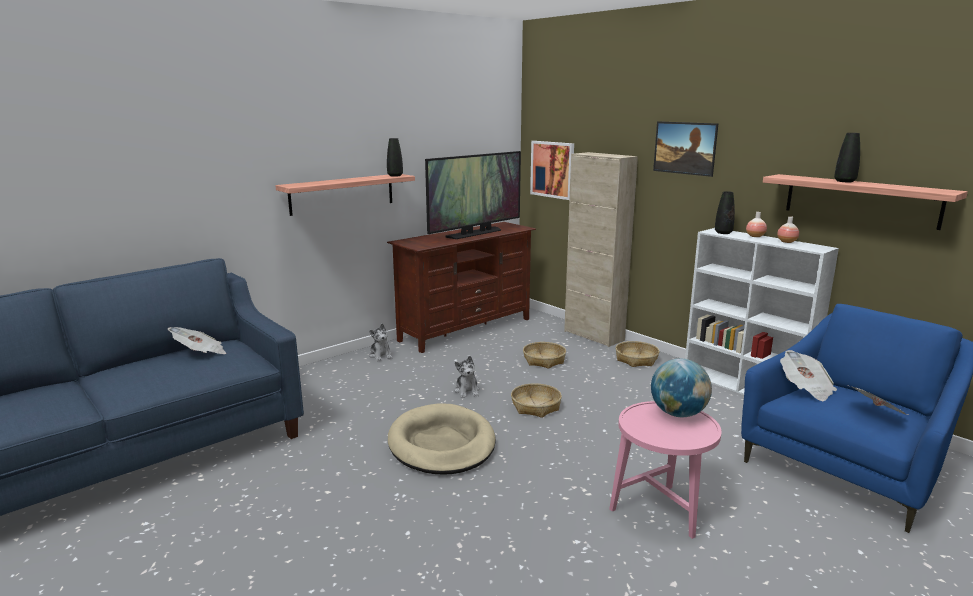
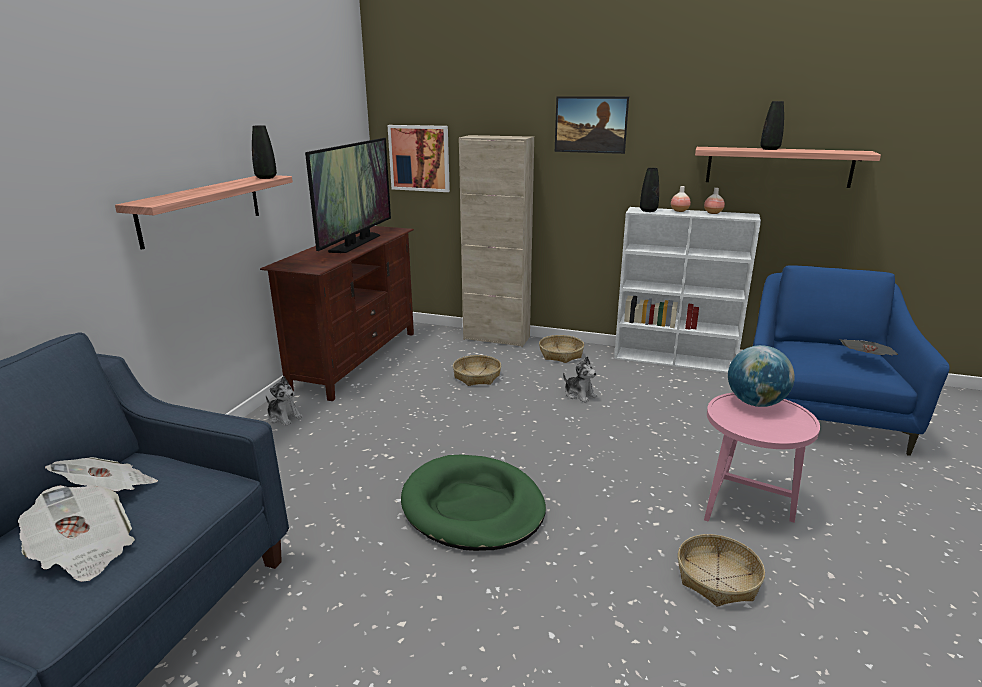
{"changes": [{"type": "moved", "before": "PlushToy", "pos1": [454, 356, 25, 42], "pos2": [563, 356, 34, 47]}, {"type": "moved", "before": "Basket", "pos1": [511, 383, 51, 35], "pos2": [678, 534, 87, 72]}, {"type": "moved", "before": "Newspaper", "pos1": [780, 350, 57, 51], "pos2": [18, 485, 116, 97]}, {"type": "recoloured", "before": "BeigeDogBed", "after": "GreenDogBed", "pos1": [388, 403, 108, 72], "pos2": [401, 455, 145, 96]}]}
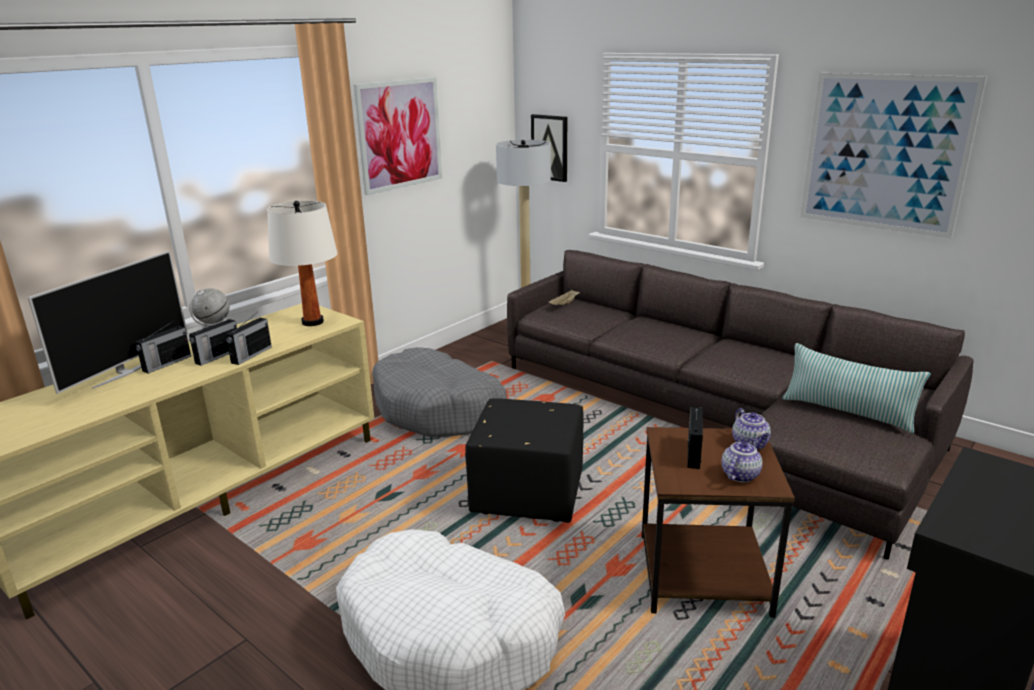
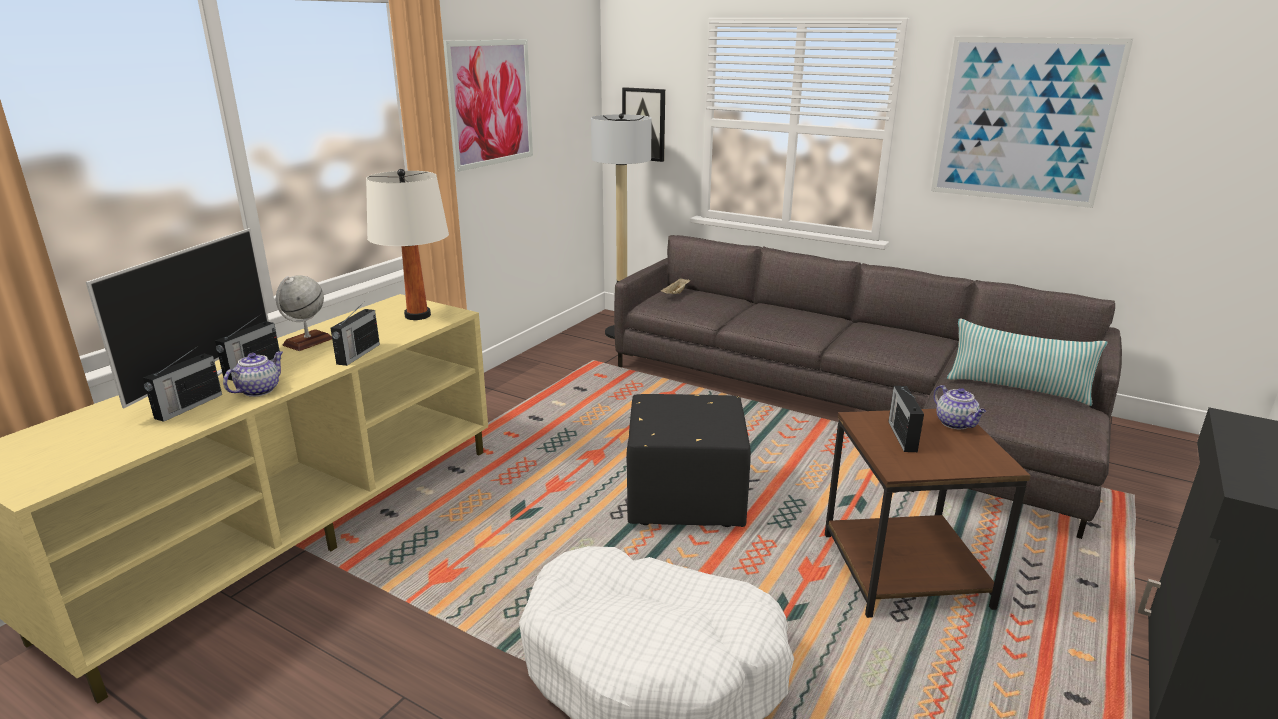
{"changes": [{"type": "removed", "before": "GreyDogBed", "pos1": [372, 347, 135, 90]}, {"type": "moved", "before": "Radio", "pos1": [189, 314, 48, 52], "pos2": [143, 346, 79, 76]}, {"type": "moved", "before": "Teapot", "pos1": [721, 437, 42, 46], "pos2": [223, 351, 60, 46]}]}
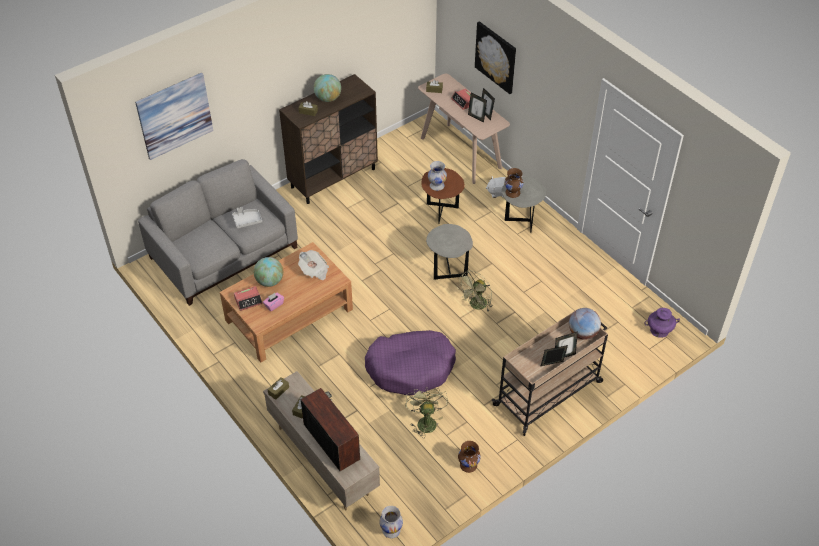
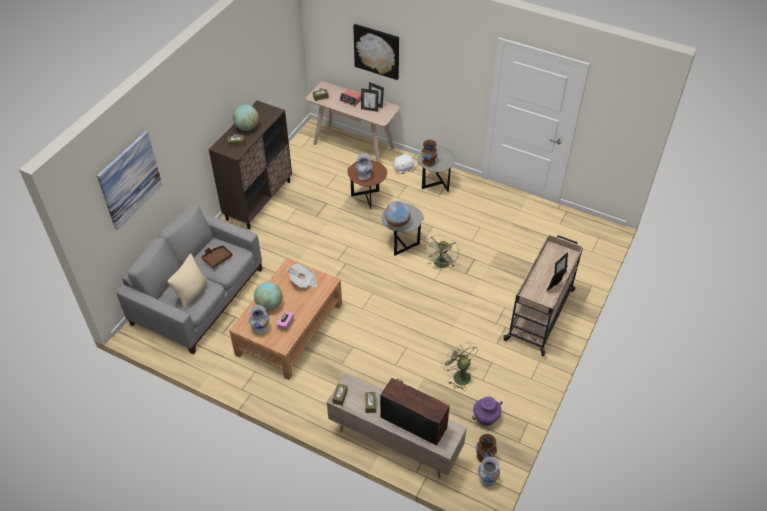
{"changes": [{"type": "removed", "before": "PurpleDogBed", "pos1": [365, 330, 91, 65]}, {"type": "added", "after": "BeigePillow", "pos2": [167, 254, 41, 55]}, {"type": "moved", "before": "BrownVase", "pos1": [458, 441, 23, 32], "pos2": [476, 434, 21, 29]}, {"type": "moved", "before": "Globe", "pos1": [569, 308, 32, 32], "pos2": [385, 201, 26, 26]}, {"type": "moved", "before": "PurpleVase", "pos1": [644, 308, 36, 30], "pos2": [473, 397, 30, 29]}, {"type": "replaced", "before": "AlarmClock", "after": "WhiteVase", "pos1": [234, 286, 29, 25], "pos2": [249, 305, 20, 30]}, {"type": "recoloured", "before": "GreyTray", "after": "BrownTray", "pos1": [232, 207, 30, 21], "pos2": [201, 246, 32, 22]}]}
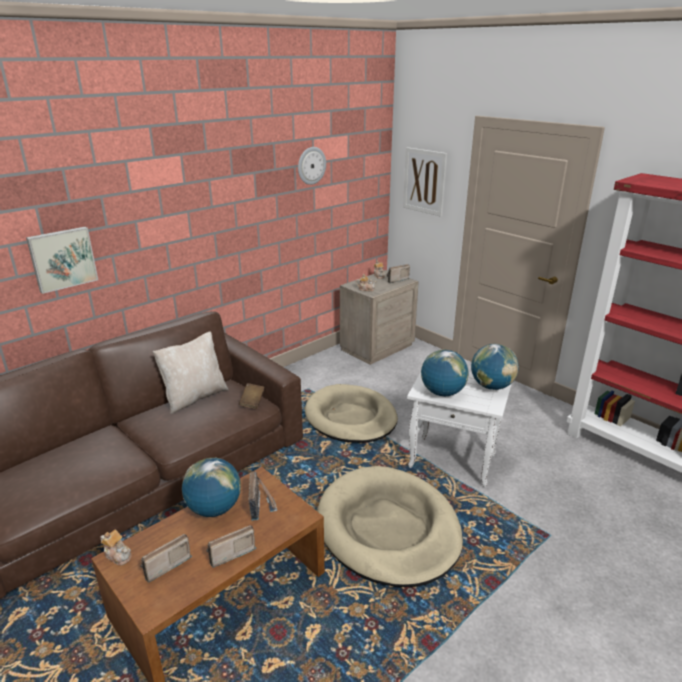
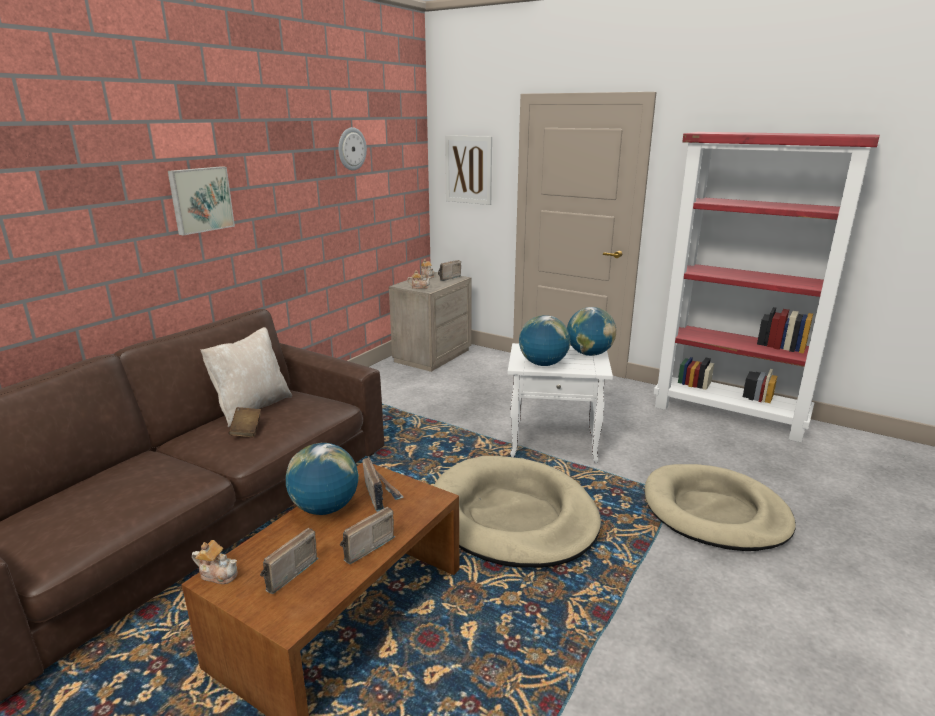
{"changes": [{"type": "moved", "before": "Picture", "pos1": [26, 227, 72, 67], "pos2": [168, 166, 67, 69]}, {"type": "moved", "before": "BrownBook", "pos1": [239, 383, 25, 26], "pos2": [229, 407, 32, 30]}, {"type": "moved", "before": "BeigeDogBed", "pos1": [305, 384, 93, 59], "pos2": [645, 464, 151, 87]}]}
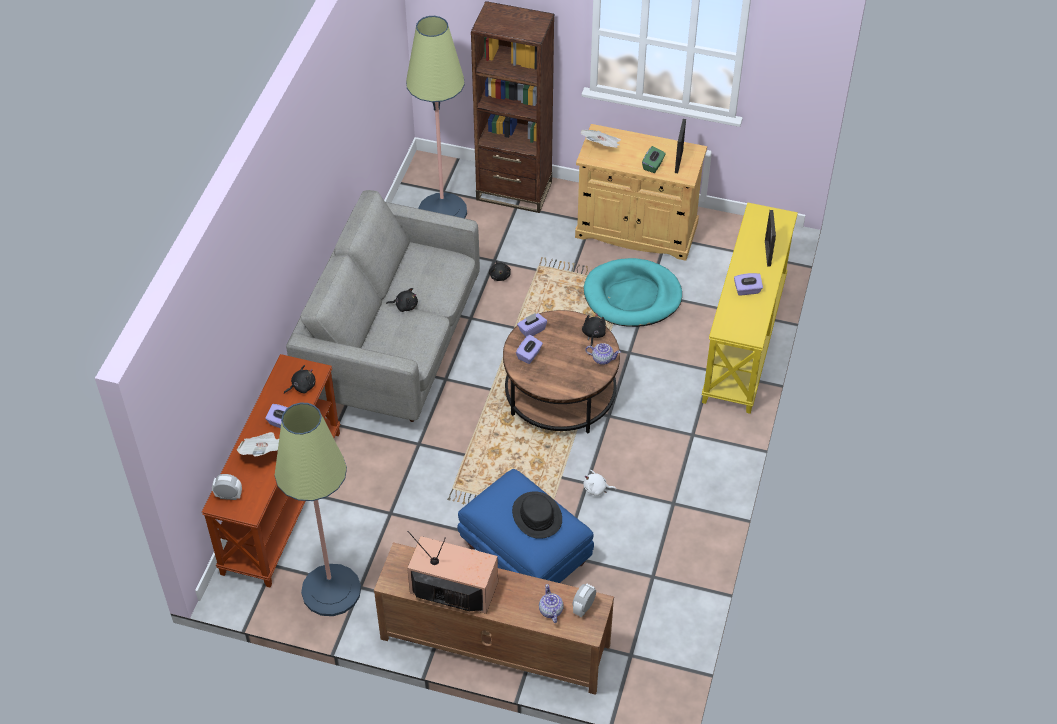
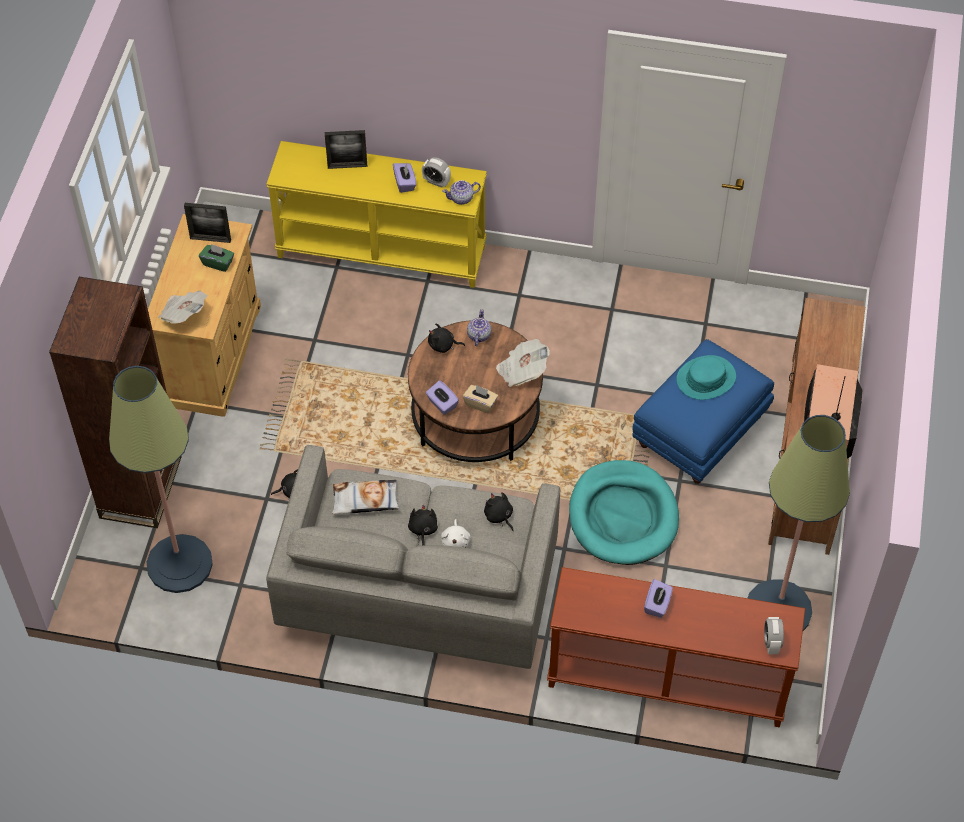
{"changes": [{"type": "added", "after": "Pillow", "pos2": [332, 480, 67, 34]}, {"type": "moved", "before": "Newspaper", "pos1": [237, 432, 42, 24], "pos2": [496, 339, 54, 48]}, {"type": "moved", "before": "BlackPlushToy", "pos1": [284, 365, 32, 29], "pos2": [484, 492, 29, 39]}, {"type": "moved", "before": "Teapot", "pos1": [539, 584, 24, 39], "pos2": [442, 180, 39, 25]}, {"type": "moved", "before": "AlarmClock", "pos1": [572, 584, 24, 33], "pos2": [422, 157, 29, 31]}, {"type": "moved", "before": "TurquoiseDogBed", "pos1": [584, 258, 98, 69], "pos2": [569, 460, 110, 105]}, {"type": "moved", "before": "WhitePlushToy", "pos1": [584, 470, 32, 26], "pos2": [441, 519, 29, 29]}, {"type": "recoloured", "before": "BlackHat", "after": "TurquoiseHat", "pos1": [512, 491, 50, 48], "pos2": [677, 355, 59, 45]}, {"type": "recoloured", "before": "PurpleTissueBox", "after": "BeigeTissueBox", "pos1": [516, 335, 27, 29], "pos2": [463, 385, 35, 28]}]}
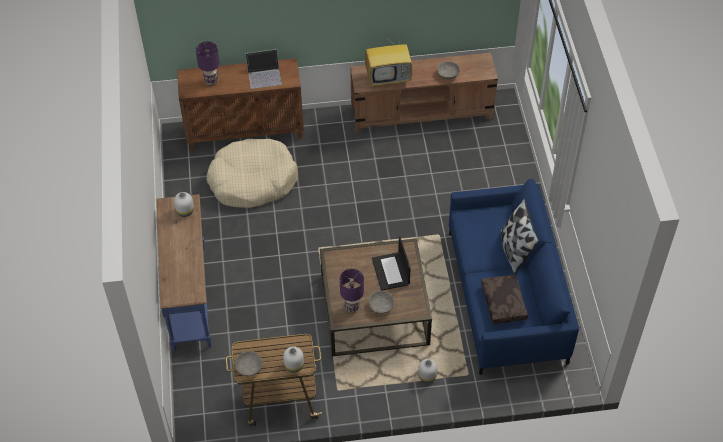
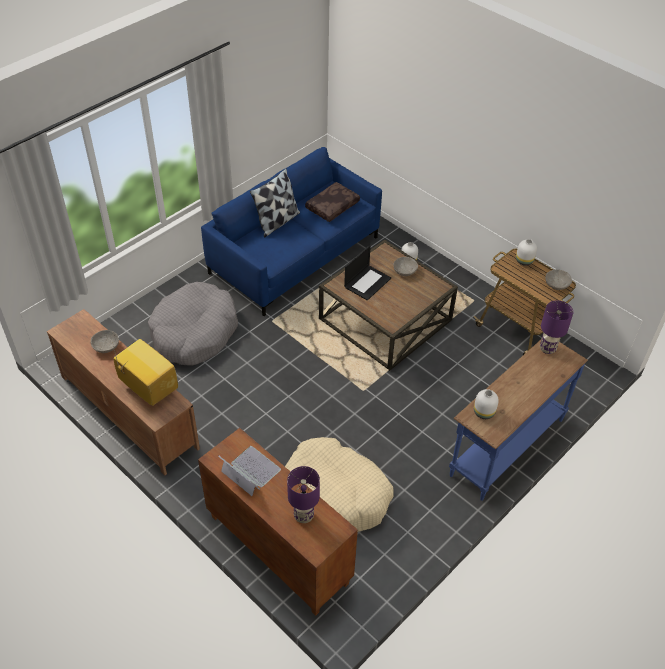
{"changes": [{"type": "added", "after": "GreyDogBed", "pos2": [148, 282, 90, 84]}, {"type": "moved", "before": "PurpleTableLamp", "pos1": [340, 269, 24, 43], "pos2": [540, 301, 33, 53]}]}
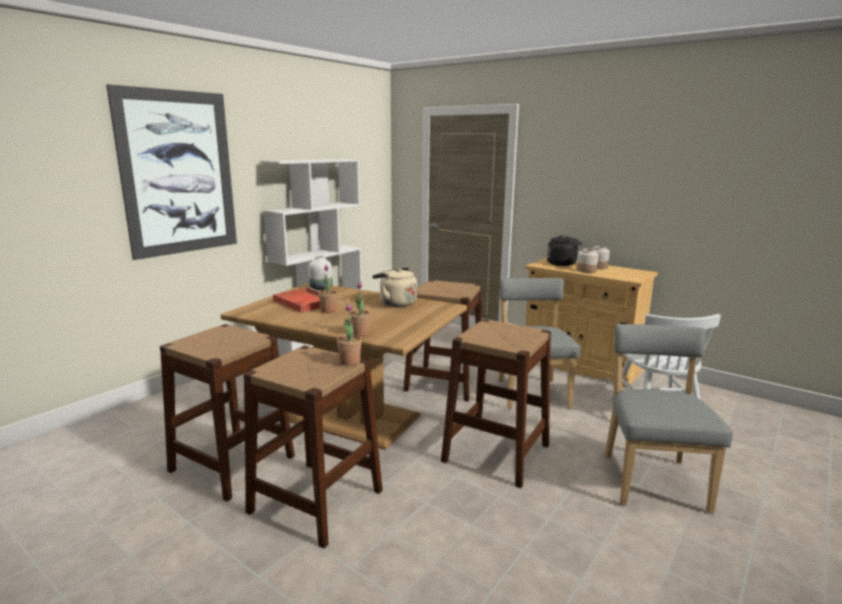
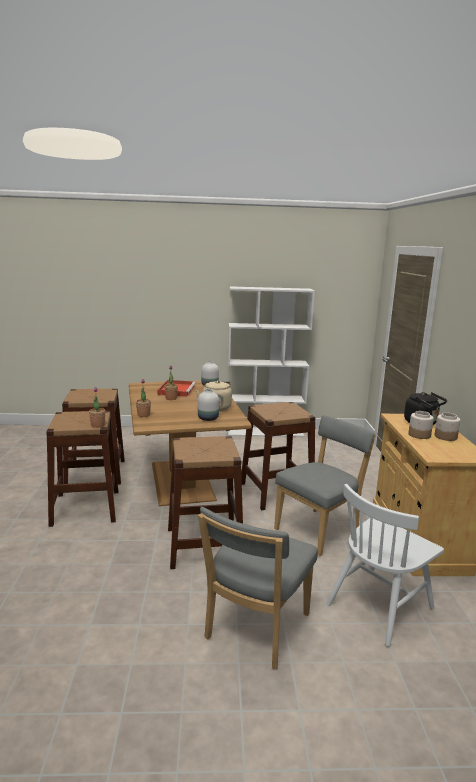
{"changes": [{"type": "removed", "before": "Picture", "pos1": [106, 84, 131, 176]}, {"type": "added", "after": "WhiteVase", "pos2": [198, 389, 21, 32]}, {"type": "turned", "before": "GreyChair", "pos1": [605, 324, 128, 189], "pos2": [198, 507, 120, 162], "turn": 150}]}
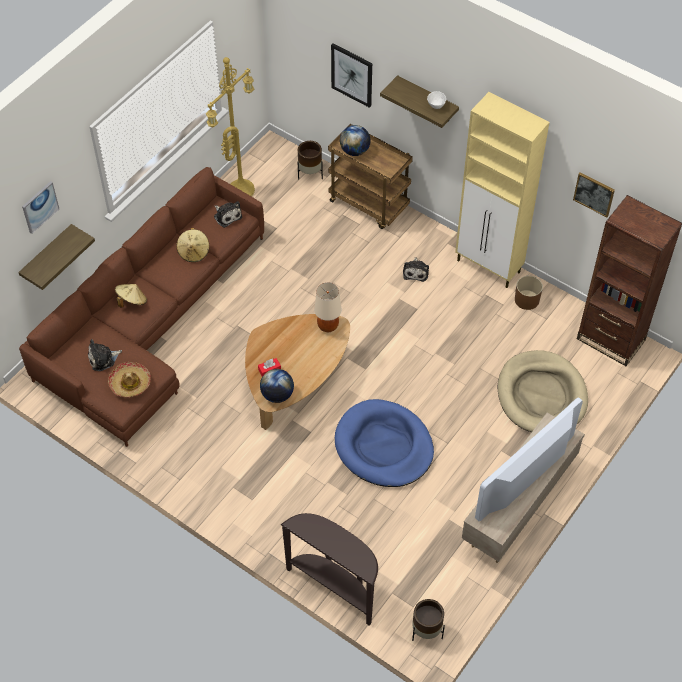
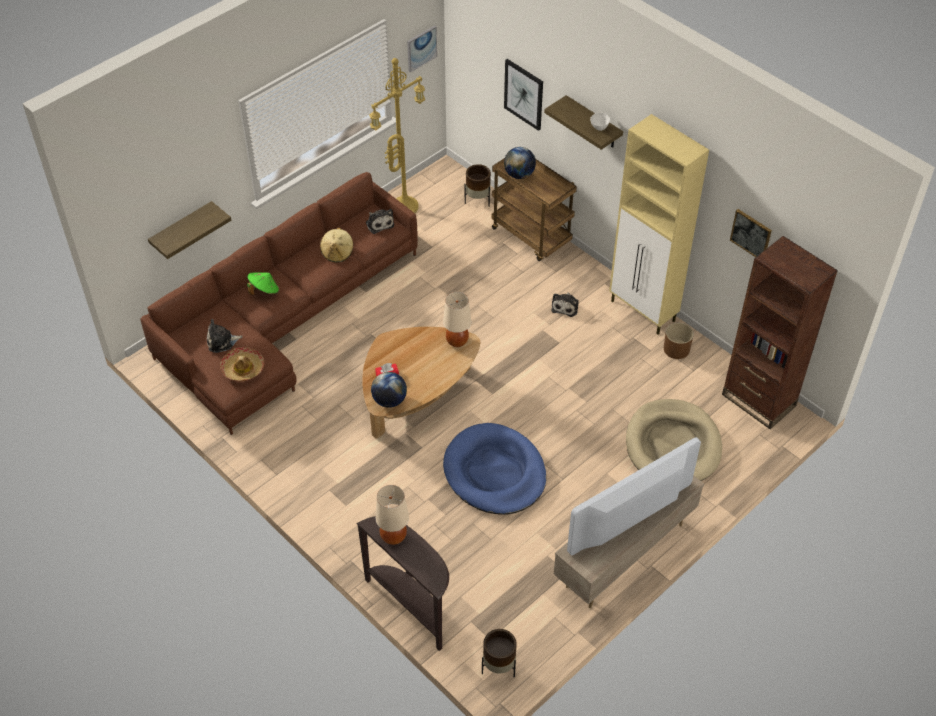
{"changes": [{"type": "added", "after": "BeigeTableLamp", "pos2": [376, 485, 33, 60]}, {"type": "moved", "before": "Picture", "pos1": [22, 181, 37, 53], "pos2": [407, 26, 30, 47]}, {"type": "recoloured", "before": "BeigeHat", "after": "GreenHat", "pos1": [115, 284, 32, 24], "pos2": [247, 272, 32, 23]}]}
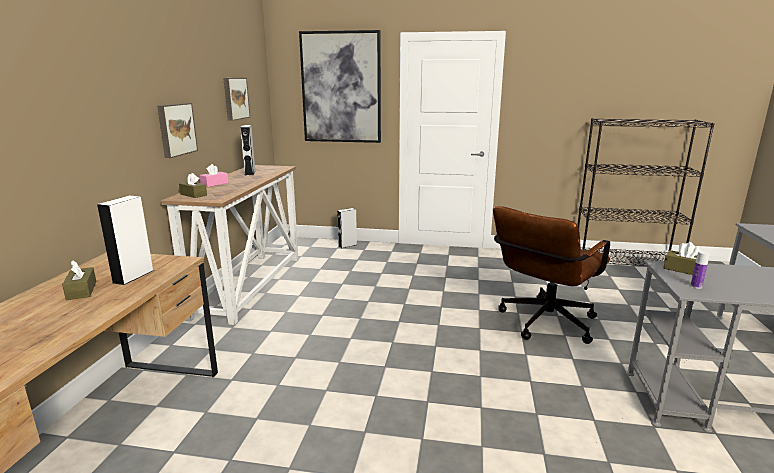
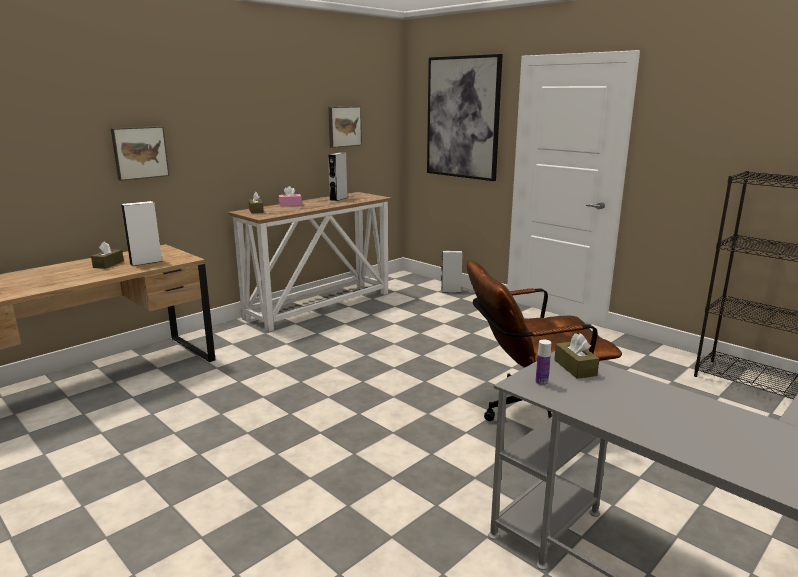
{"changes": [{"type": "moved", "before": "Picture", "pos1": [157, 103, 41, 55], "pos2": [111, 126, 58, 55]}]}
